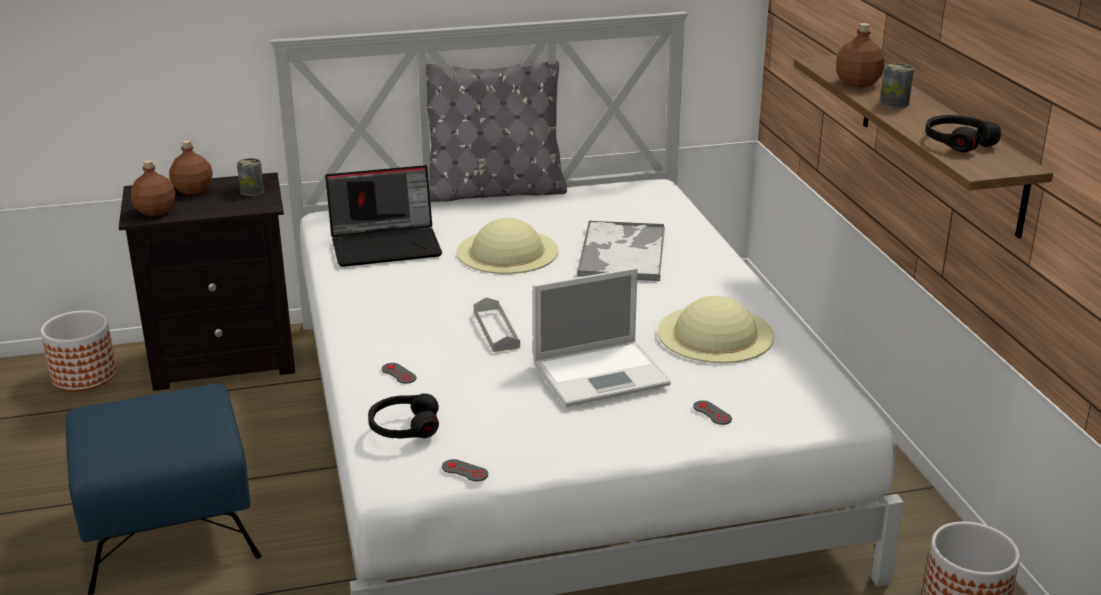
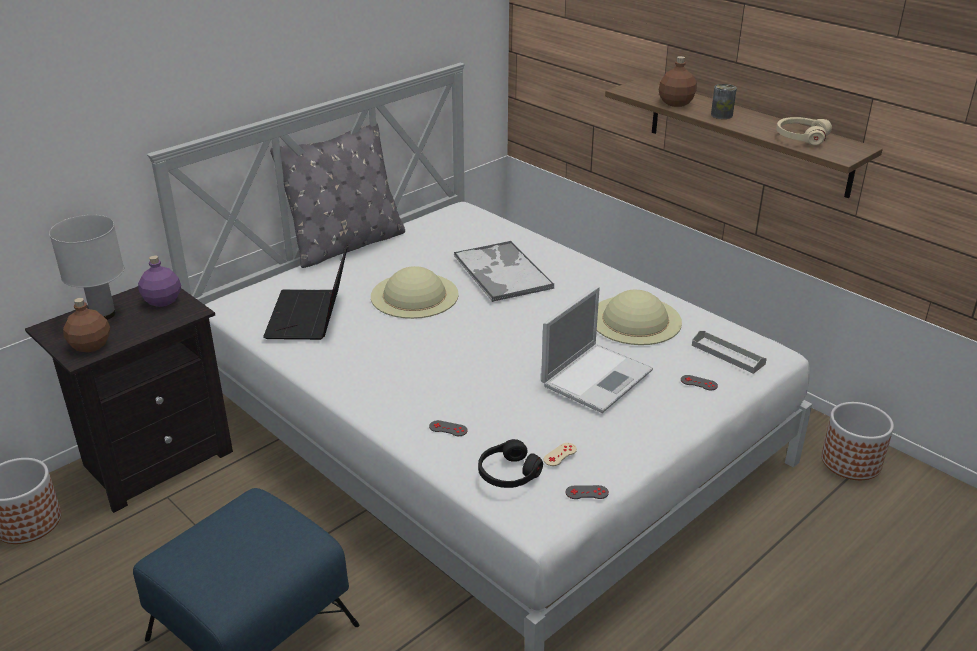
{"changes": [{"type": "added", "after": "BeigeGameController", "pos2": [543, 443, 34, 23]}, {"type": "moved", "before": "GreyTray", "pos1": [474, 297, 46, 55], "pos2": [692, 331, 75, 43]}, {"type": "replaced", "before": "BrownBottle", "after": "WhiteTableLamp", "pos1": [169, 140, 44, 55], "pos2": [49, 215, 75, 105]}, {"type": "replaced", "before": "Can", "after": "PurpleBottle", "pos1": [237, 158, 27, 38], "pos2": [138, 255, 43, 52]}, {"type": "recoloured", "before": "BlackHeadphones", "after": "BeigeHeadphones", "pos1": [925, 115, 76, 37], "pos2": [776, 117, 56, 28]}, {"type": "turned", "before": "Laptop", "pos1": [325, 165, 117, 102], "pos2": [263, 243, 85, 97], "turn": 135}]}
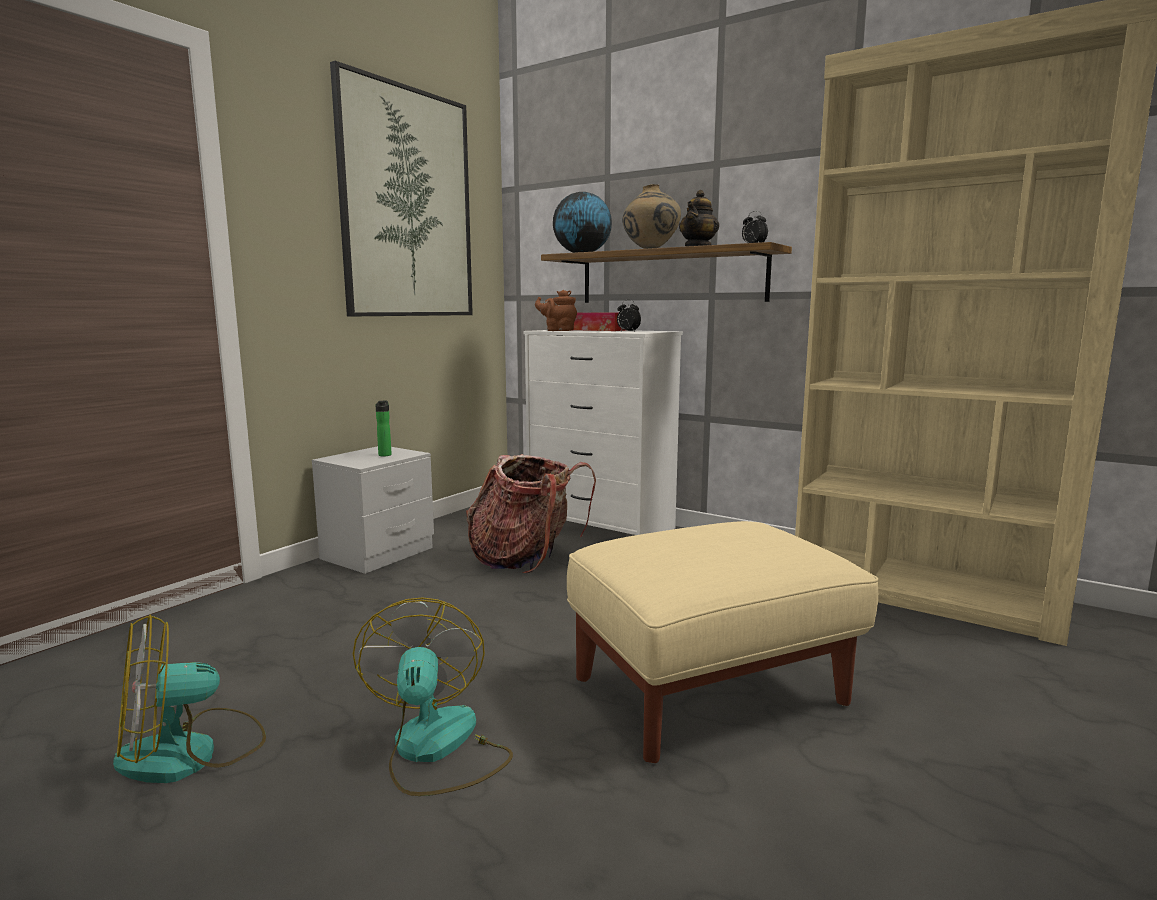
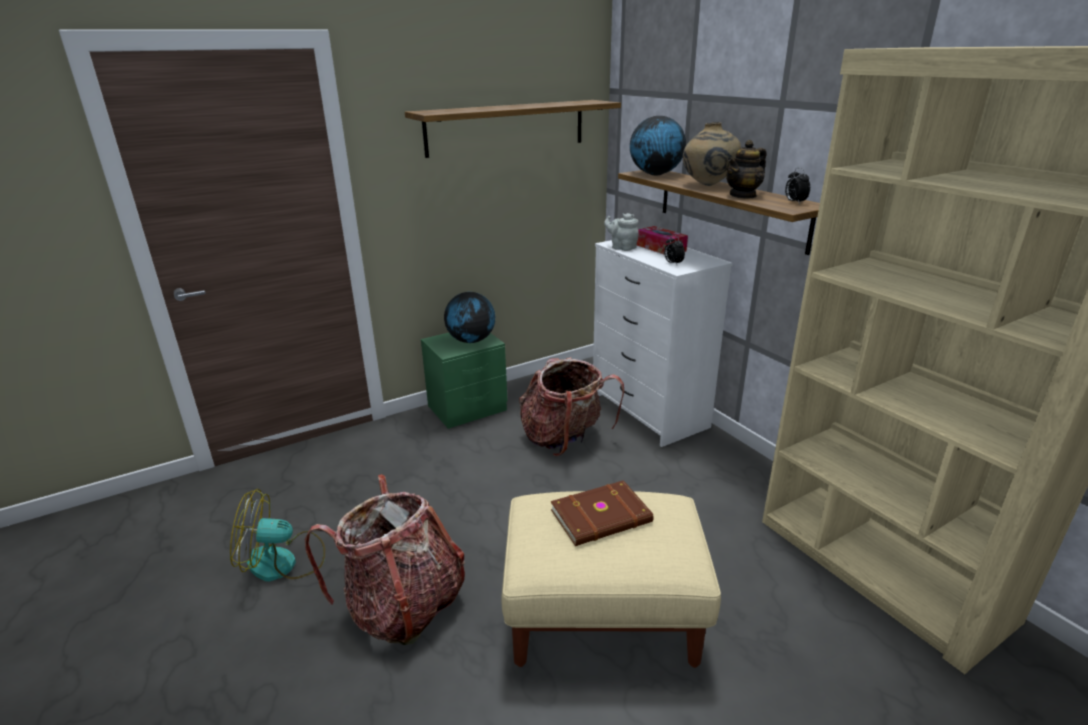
{"changes": [{"type": "added", "after": "BrownBook", "pos2": [551, 480, 102, 66]}, {"type": "replaced", "before": "Picture", "after": "Shelf", "pos1": [330, 61, 143, 256], "pos2": [405, 100, 216, 58]}, {"type": "replaced", "before": "Fan", "after": "Backpack", "pos1": [353, 597, 160, 199], "pos2": [305, 474, 160, 171]}, {"type": "replaced", "before": "Bottle", "after": "Globe", "pos1": [375, 401, 17, 55], "pos2": [444, 292, 51, 51]}, {"type": "recoloured", "before": "GreyNightstand", "after": "GreenNightstand", "pos1": [312, 446, 122, 128], "pos2": [421, 333, 87, 96]}, {"type": "recoloured", "before": "BrownTeapot", "after": "GreyTeapot", "pos1": [535, 290, 42, 41], "pos2": [604, 213, 35, 38]}]}
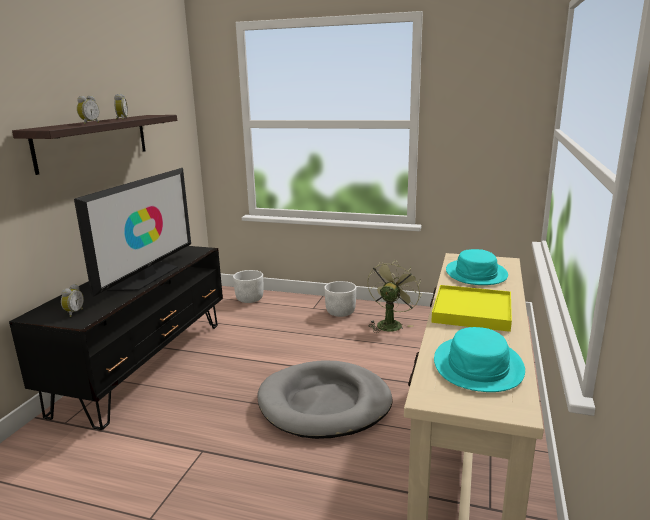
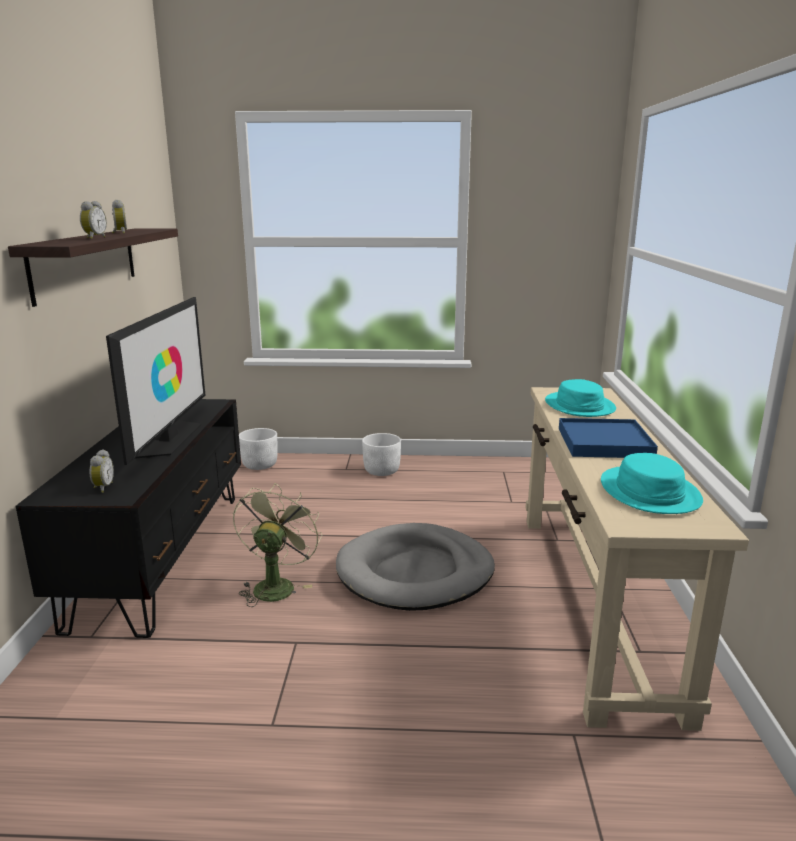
{"changes": [{"type": "moved", "before": "GreenFan", "pos1": [367, 260, 55, 73], "pos2": [233, 483, 89, 124]}, {"type": "recoloured", "before": "YellowTray", "after": "BlueTray", "pos1": [431, 285, 81, 47], "pos2": [559, 418, 99, 40]}]}
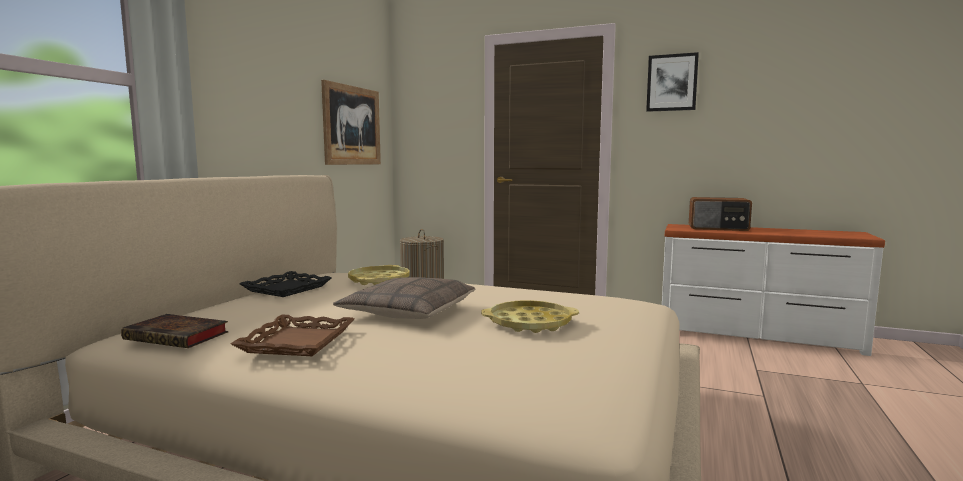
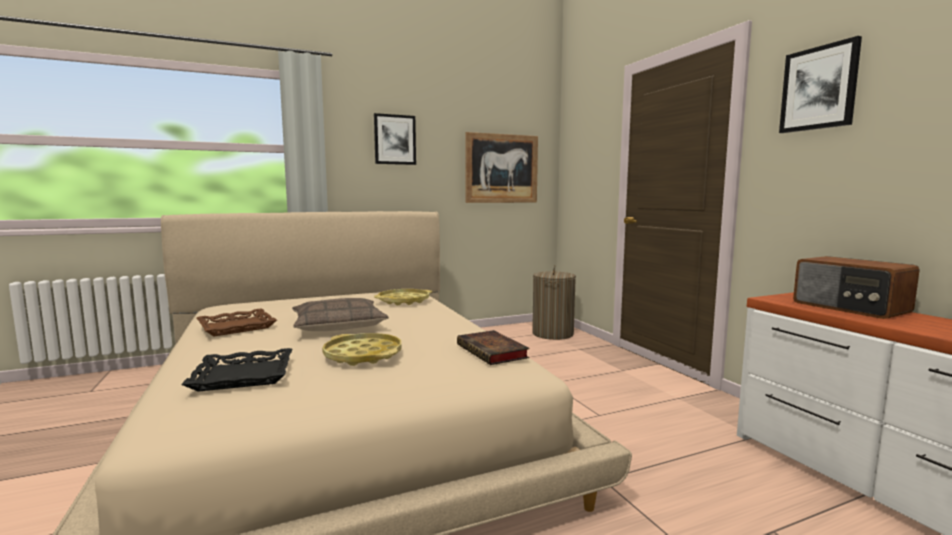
{"changes": [{"type": "added", "after": "Picture", "pos2": [374, 113, 42, 52]}, {"type": "moved", "before": "Book", "pos1": [121, 314, 108, 34], "pos2": [457, 330, 72, 35]}, {"type": "moved", "before": "BlackTray", "pos1": [239, 271, 93, 26], "pos2": [181, 348, 111, 44]}]}
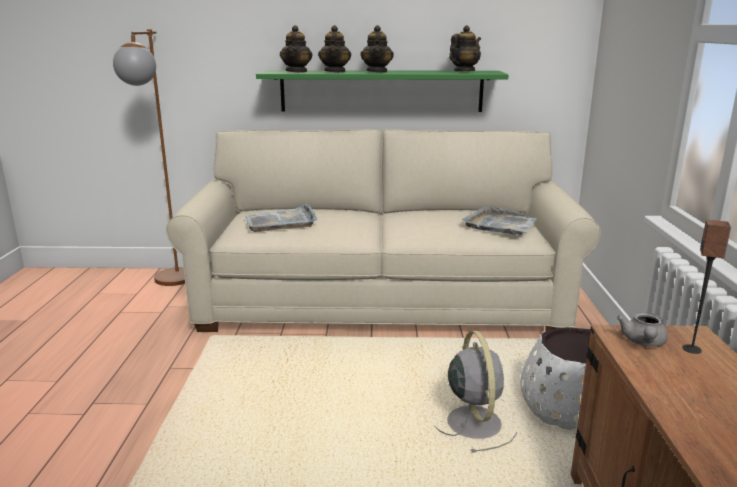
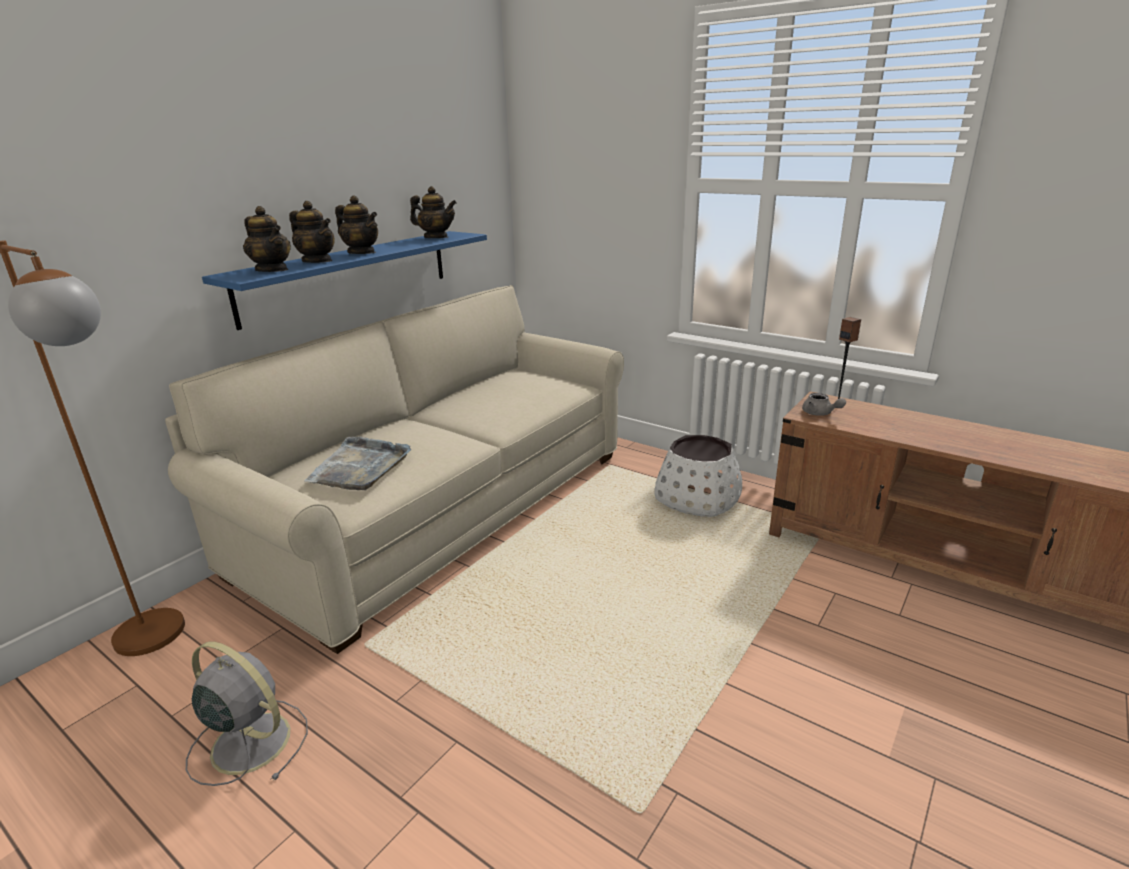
{"changes": [{"type": "removed", "before": "GreyTray", "pos1": [462, 206, 75, 29]}, {"type": "moved", "before": "GreyFan", "pos1": [435, 331, 82, 122], "pos2": [186, 641, 122, 145]}, {"type": "recoloured", "before": "GreenShelf", "after": "BlueShelf", "pos1": [256, 70, 253, 42], "pos2": [202, 231, 285, 99]}, {"type": "turned", "before": "Teapot", "pos1": [449, 25, 32, 47], "pos2": [410, 186, 47, 52], "turn": 120}]}
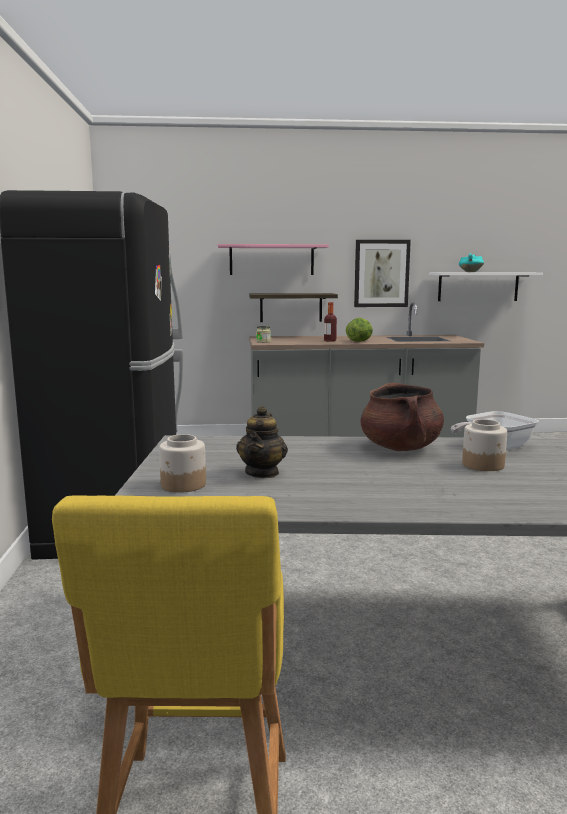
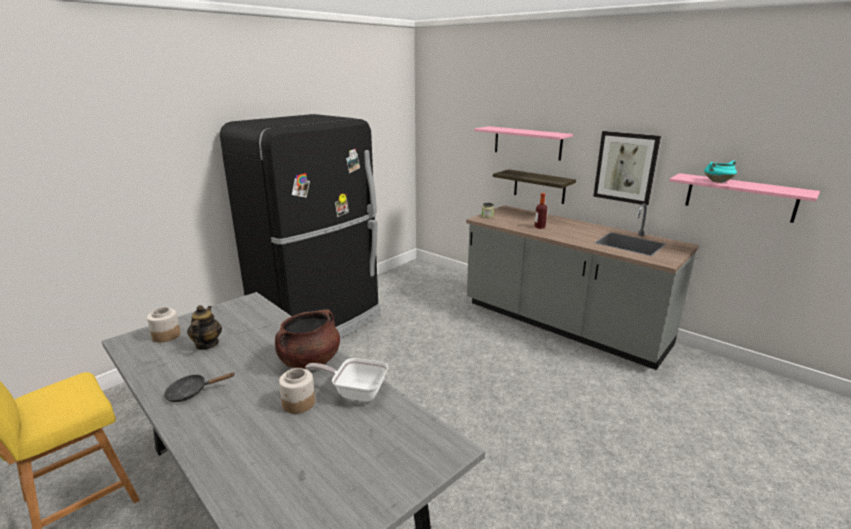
{"changes": [{"type": "removed", "before": "Lettuce", "pos1": [346, 318, 27, 24]}, {"type": "added", "after": "BlackFryingPan", "pos2": [164, 372, 70, 30]}, {"type": "recoloured", "before": "WhiteShelf", "after": "PinkShelf", "pos1": [429, 273, 114, 28], "pos2": [669, 173, 151, 50]}, {"type": "turned", "before": "Teapot", "pos1": [236, 406, 52, 72], "pos2": [187, 305, 35, 45], "turn": 120}]}
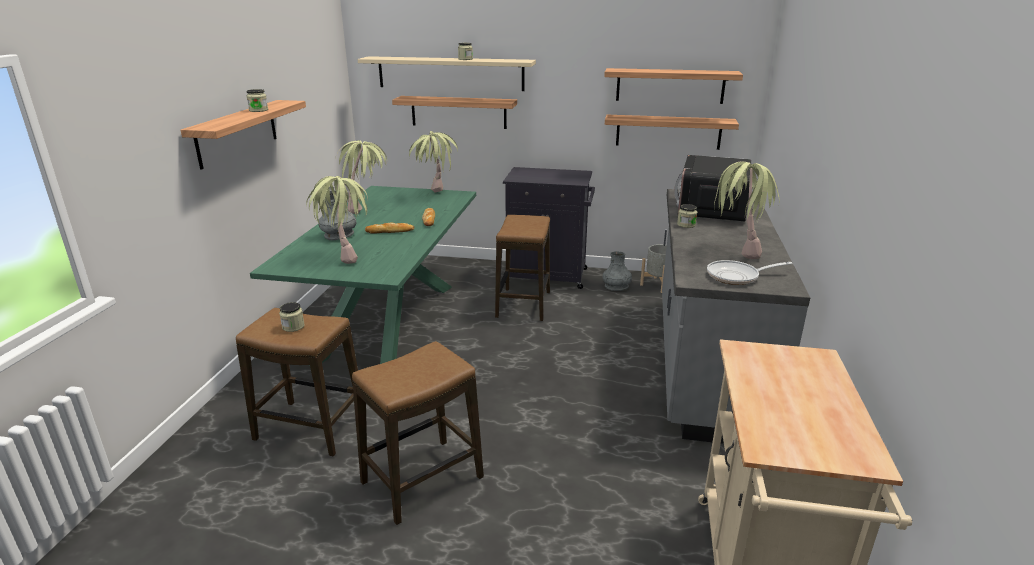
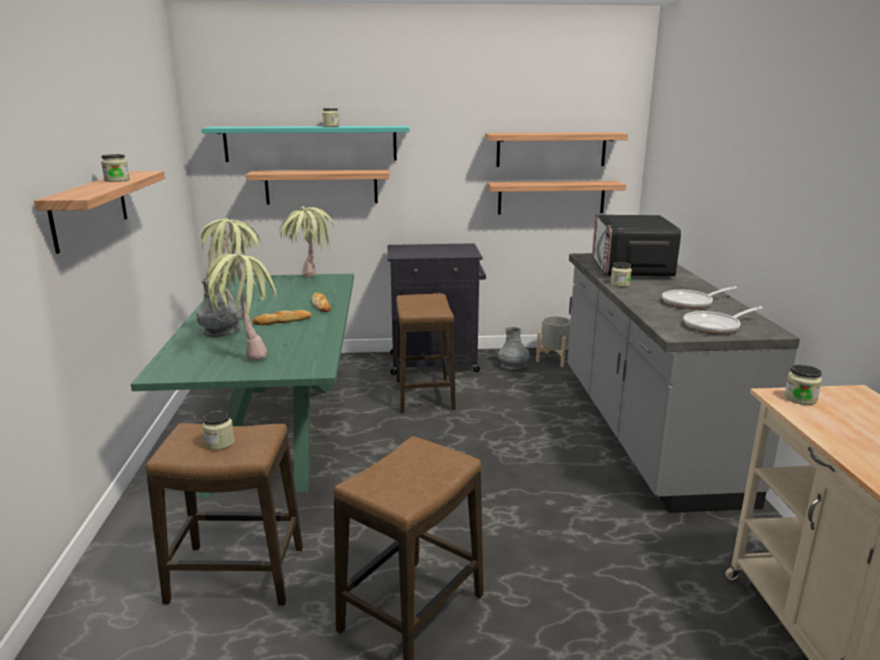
{"changes": [{"type": "added", "after": "Jar", "pos2": [784, 365, 38, 40]}, {"type": "replaced", "before": "PottedPlant", "after": "FryingPan", "pos1": [714, 161, 66, 98], "pos2": [662, 286, 75, 23]}, {"type": "recoloured", "before": "BeigeShelf", "after": "TurquoiseShelf", "pos1": [358, 56, 178, 35], "pos2": [201, 126, 209, 36]}]}
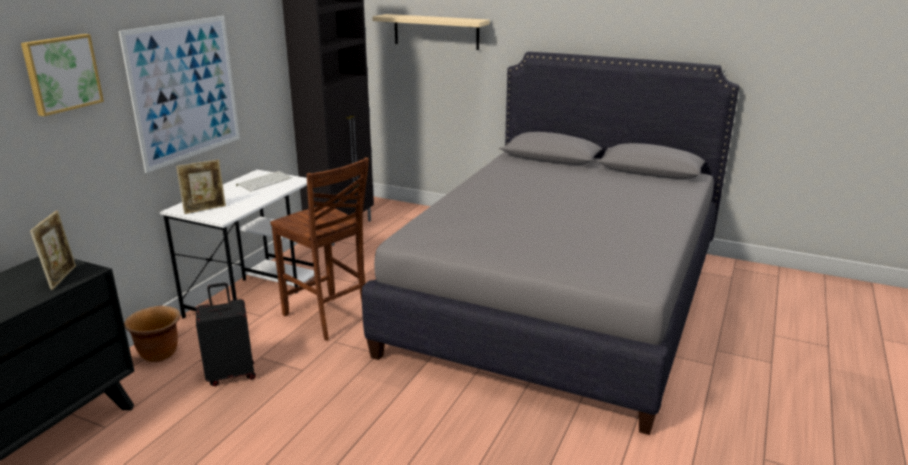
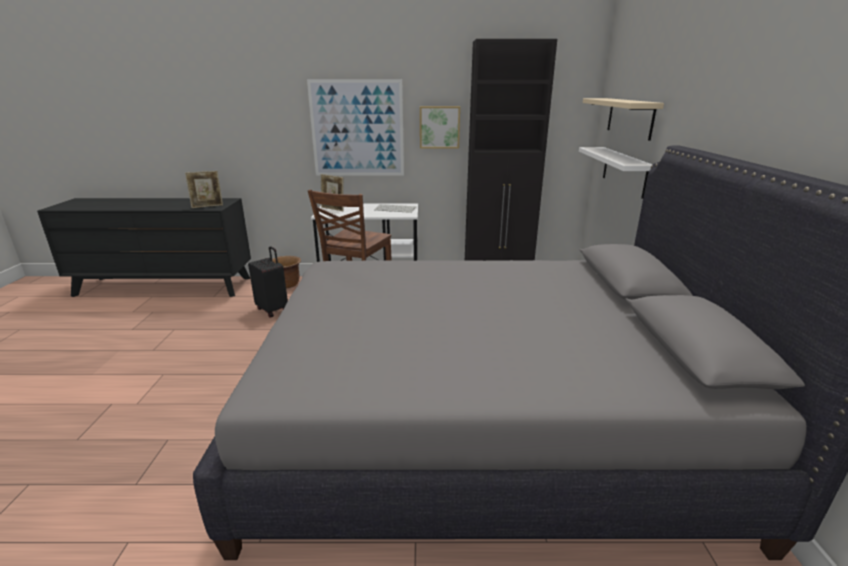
{"changes": [{"type": "added", "after": "WhiteShelf", "pos2": [579, 147, 74, 52]}, {"type": "moved", "before": "Picture", "pos1": [21, 34, 83, 82], "pos2": [420, 106, 40, 43]}]}
